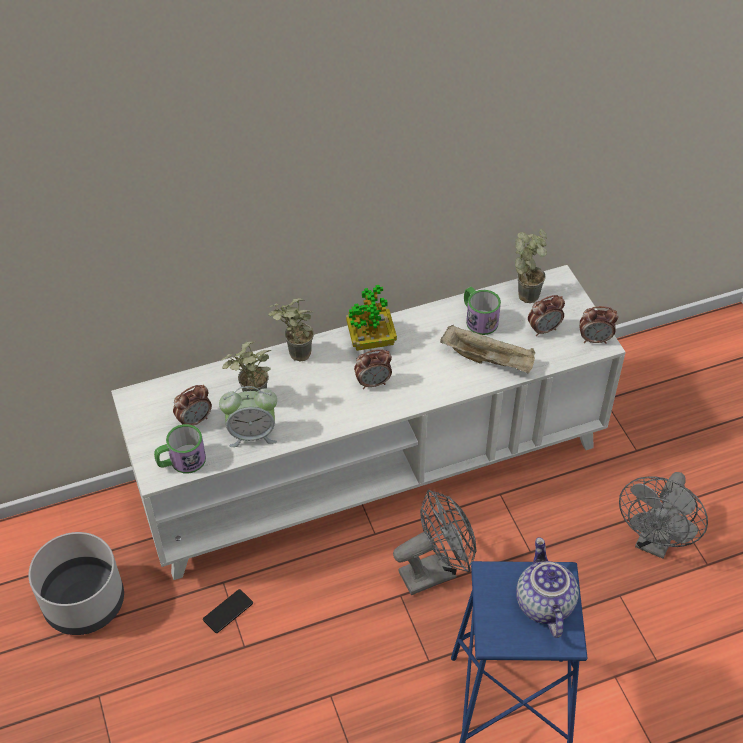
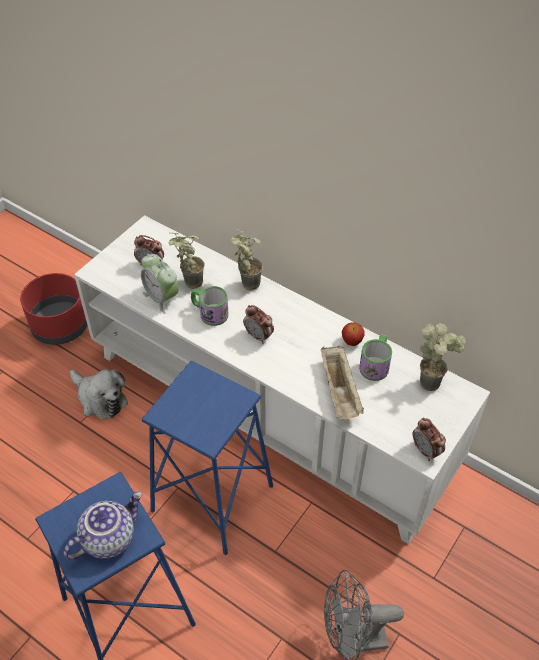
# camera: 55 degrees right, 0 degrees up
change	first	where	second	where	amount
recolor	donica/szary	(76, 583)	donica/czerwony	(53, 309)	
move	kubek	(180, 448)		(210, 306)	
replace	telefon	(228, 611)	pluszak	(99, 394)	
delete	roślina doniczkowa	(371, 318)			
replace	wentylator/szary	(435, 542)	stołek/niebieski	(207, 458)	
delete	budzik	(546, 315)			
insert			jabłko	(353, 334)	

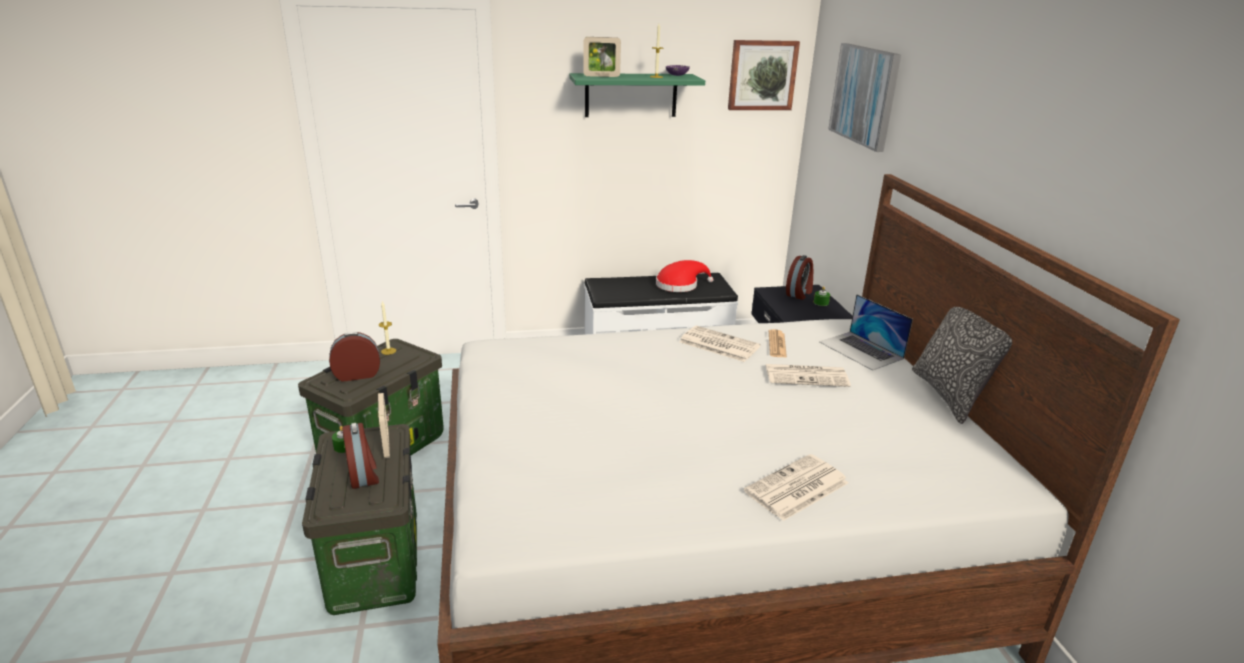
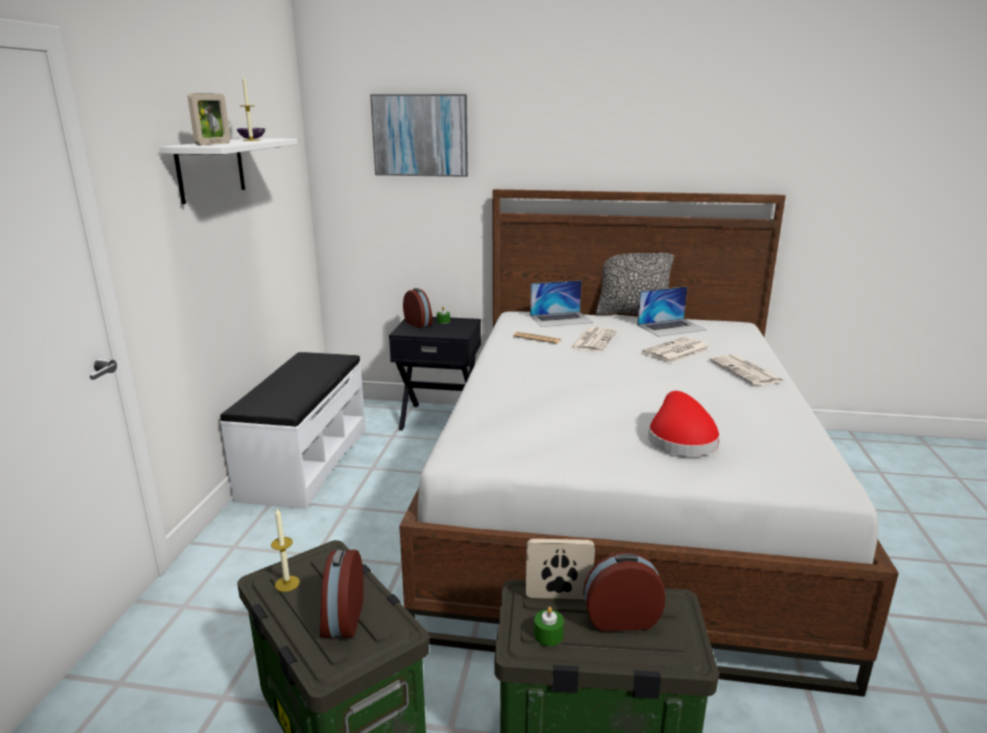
# camera: 70 degrees left, 5 degrees down
change	first	where	second	where	amount
recolor	półka/zielony	(637, 95)	półka/biały	(228, 171)	
move	kapelusz/czerwony	(685, 276)		(684, 423)	
move	gazeta	(720, 344)		(676, 350)	
delete	obraz	(764, 75)			
insert			laptop	(671, 311)	

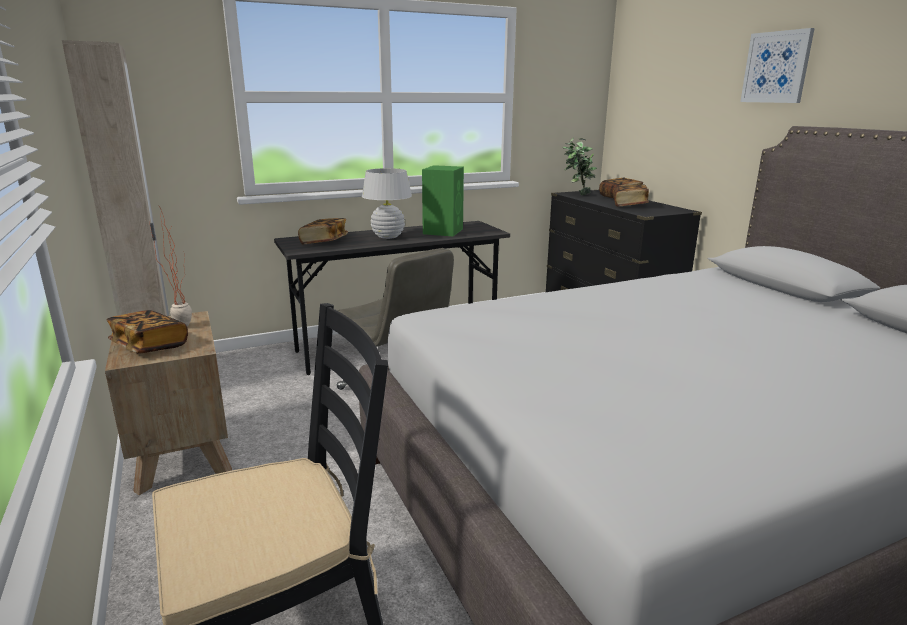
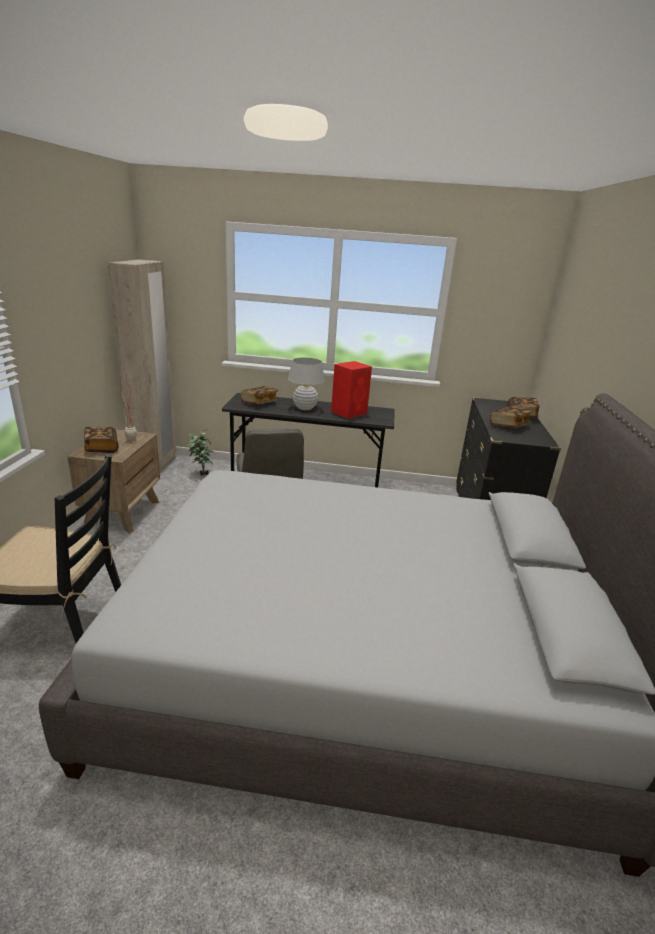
# camera: 30 degrees right, 5 degrees up
change	first	where	second	where	amount
recolor	głośnik/zielony	(443, 200)	głośnik/czerwony	(351, 390)	
move	roślina doniczkowa	(580, 166)		(200, 452)	
delete	obraz	(777, 65)			

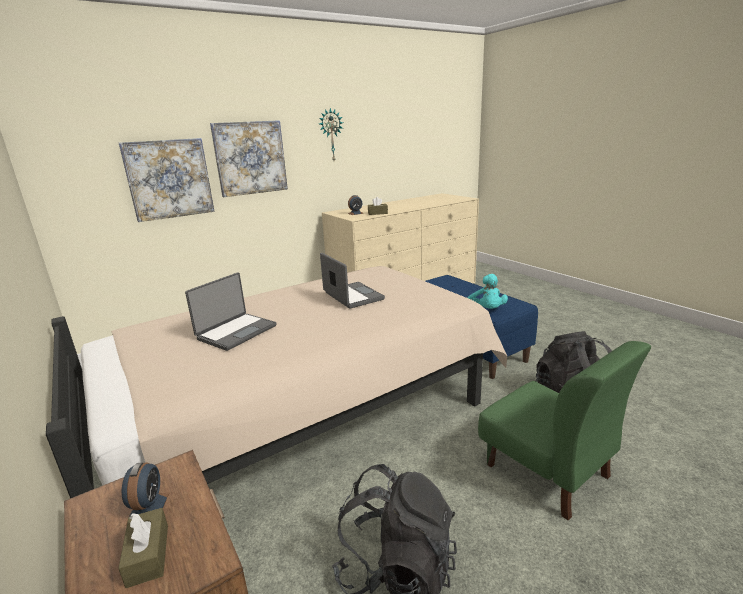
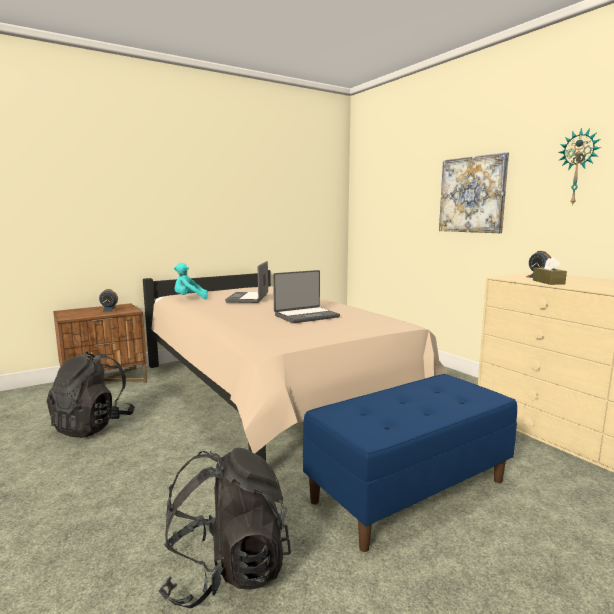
# camera: 90 degrees right, 10 degrees down
change	first	where	second	where	amount
delete	pudełko chusteczek/brązowy	(143, 548)			
delete	obraz	(166, 180)			
rotate	laptop	(231, 312)		(246, 282)	60 degrees clockwise
move	pluszak/turkusowy	(487, 291)		(191, 281)	
delete	krzesło/zielony	(564, 430)			

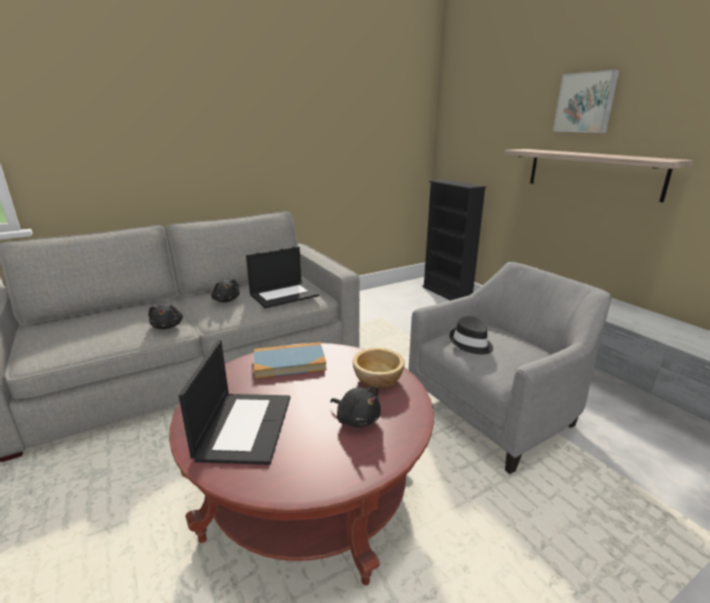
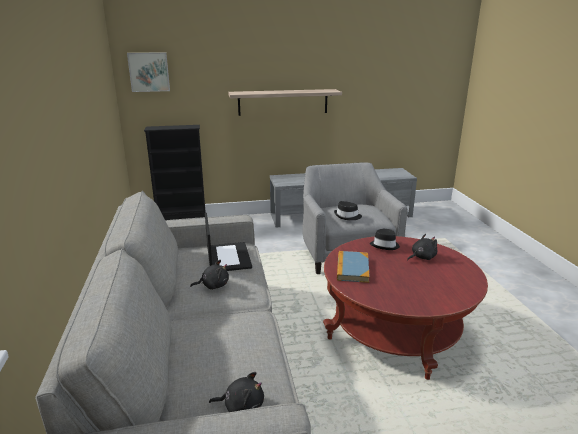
# camera: 70 degrees left, 0 degrees up
change	first	where	second	where	amount
move	pluszak/czarny	(165, 316)		(236, 392)	
delete	laptop	(234, 402)			
replace	miska	(379, 368)	kapelusz/czarny	(385, 239)	
move	obraz	(586, 101)		(148, 72)	

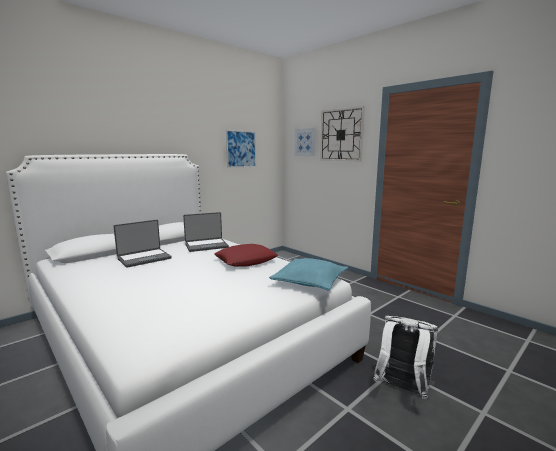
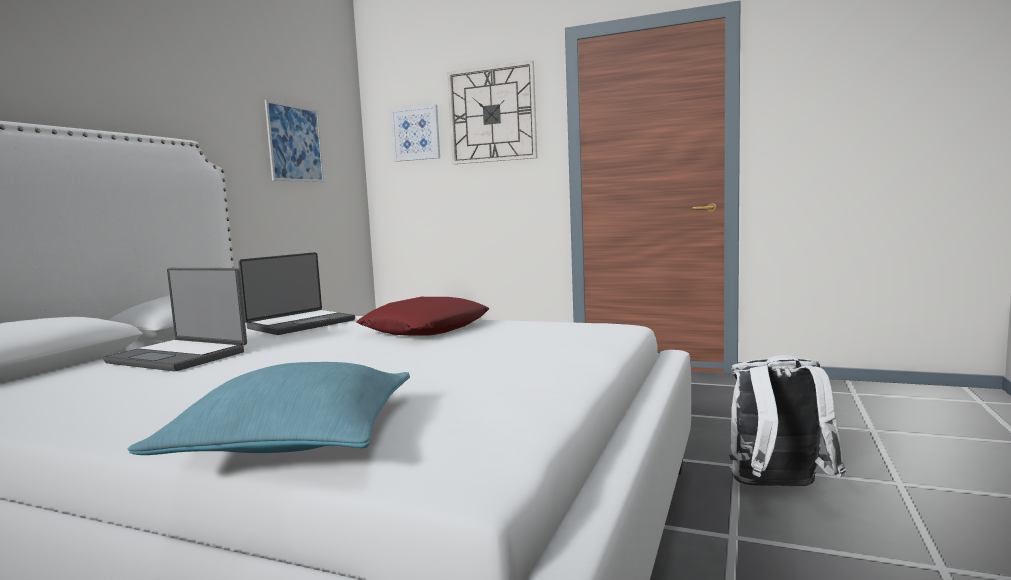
# camera: 25 degrees left, 5 degrees down
change	first	where	second	where	amount
rotate	laptop	(143, 244)		(175, 319)	90 degrees clockwise
move	poduszka/turkusowy	(308, 274)		(269, 408)	

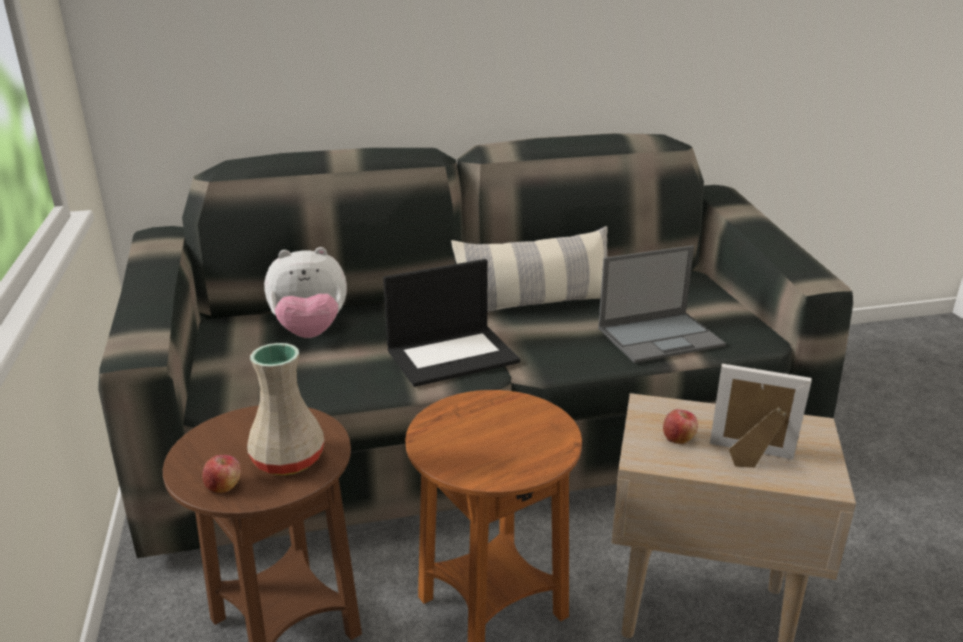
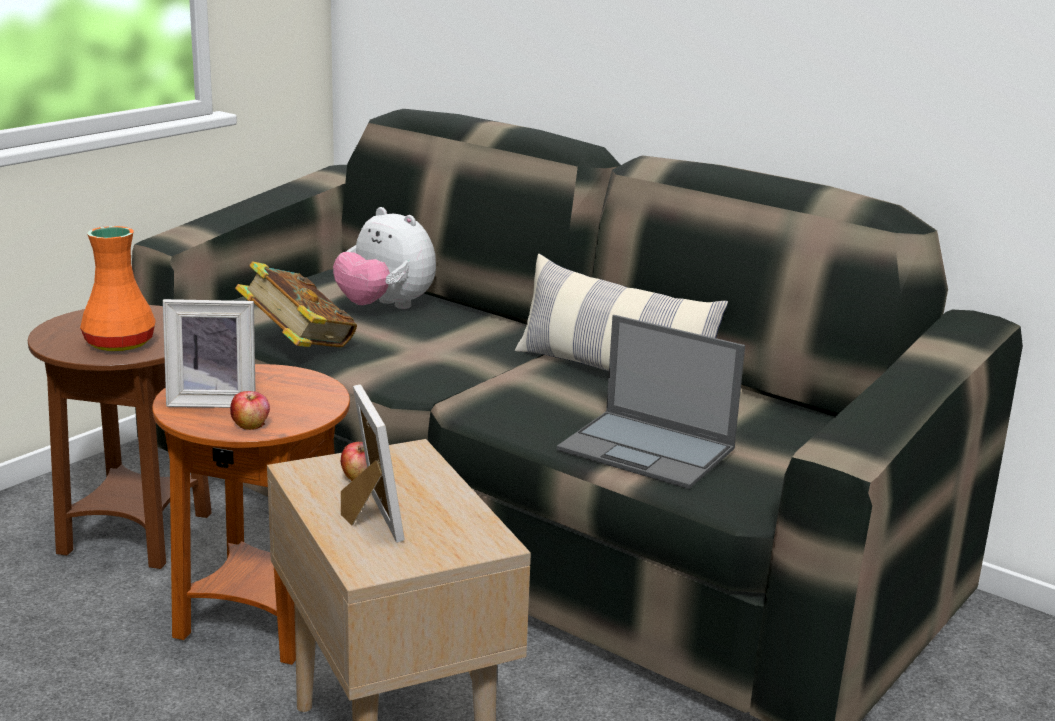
# camera: 50 degrees right, 5 degrees down
change	first	where	second	where	amount
move	jabłko	(221, 474)		(250, 410)	
recolor	wazon/beżowy	(286, 409)	wazon/pomarańczowy	(118, 288)	
delete	laptop	(451, 323)			
insert			ramka na zdjęcie	(209, 353)	
insert			książka	(296, 304)	

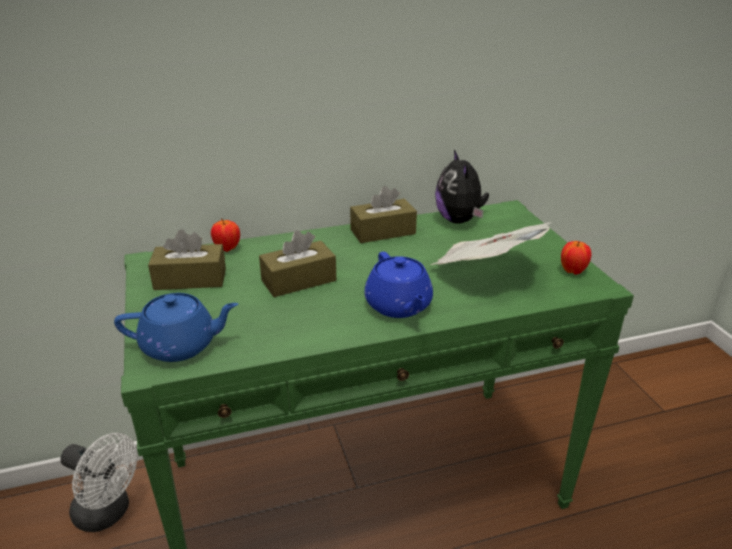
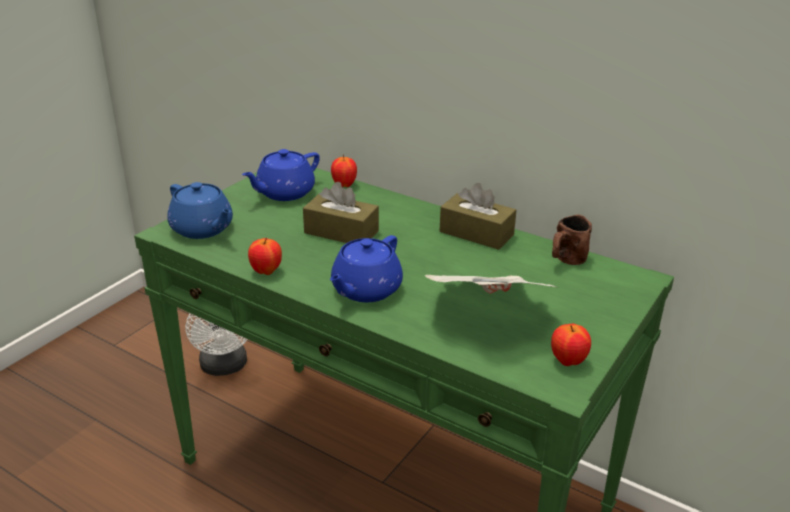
# camera: 50 degrees right, 0 degrees up
change	first	where	second	where	amount
replace	pudełko chusteczek/brązowy	(187, 259)	imbryk/niebieski	(281, 175)	
replace	pluszak	(462, 187)	kubek/brązowy	(572, 240)	
insert			jabłko	(265, 256)	

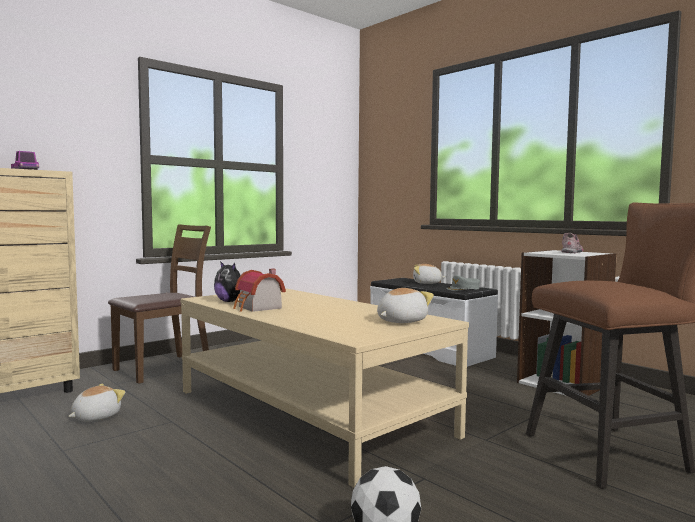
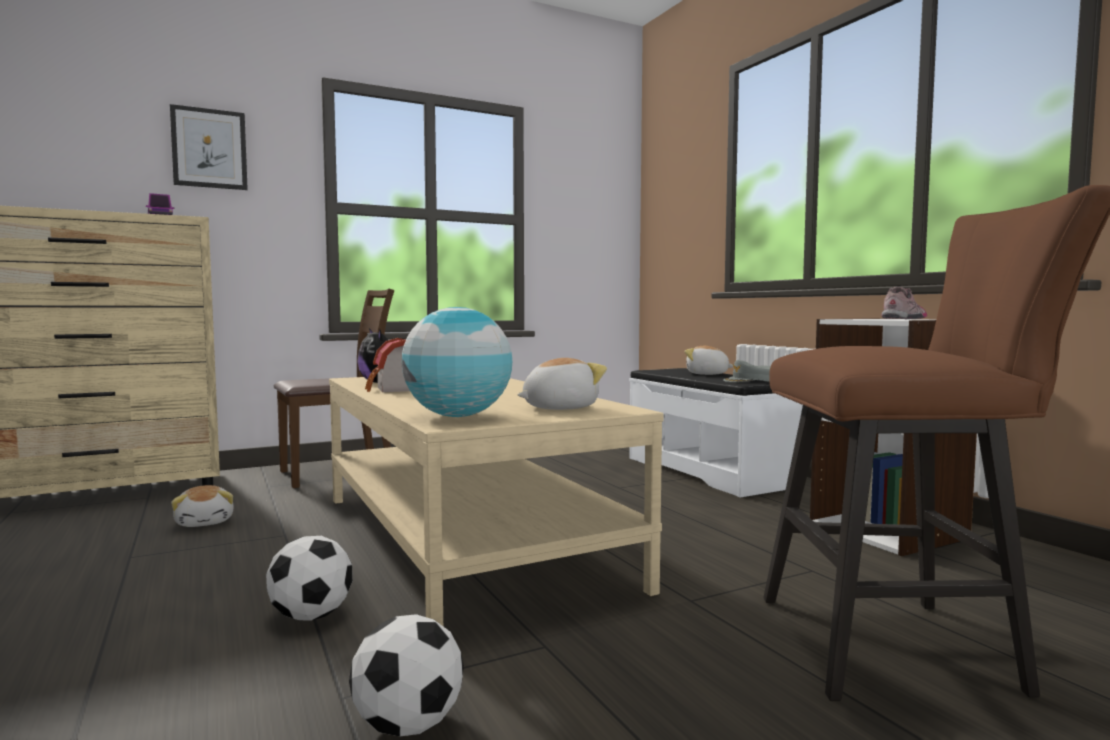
# camera: 15 degrees right, 0 degrees up
change	first	where	second	where	amount
rotate	pluszak	(97, 402)		(202, 506)	105 degrees clockwise
insert			obraz	(209, 147)	
insert			piłka futbolowa	(309, 578)	
insert			globus	(456, 362)	

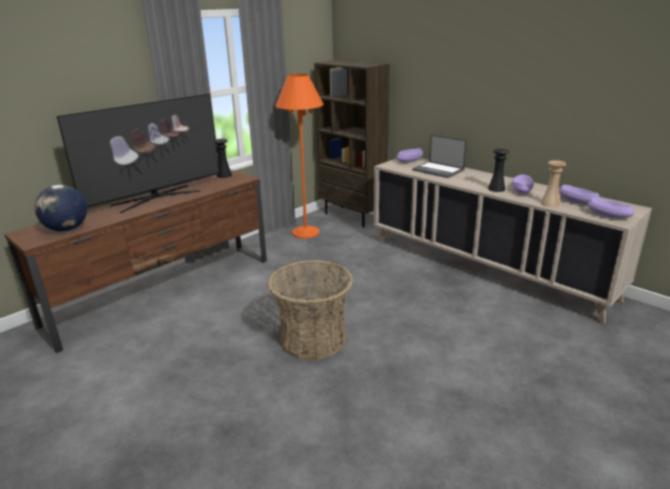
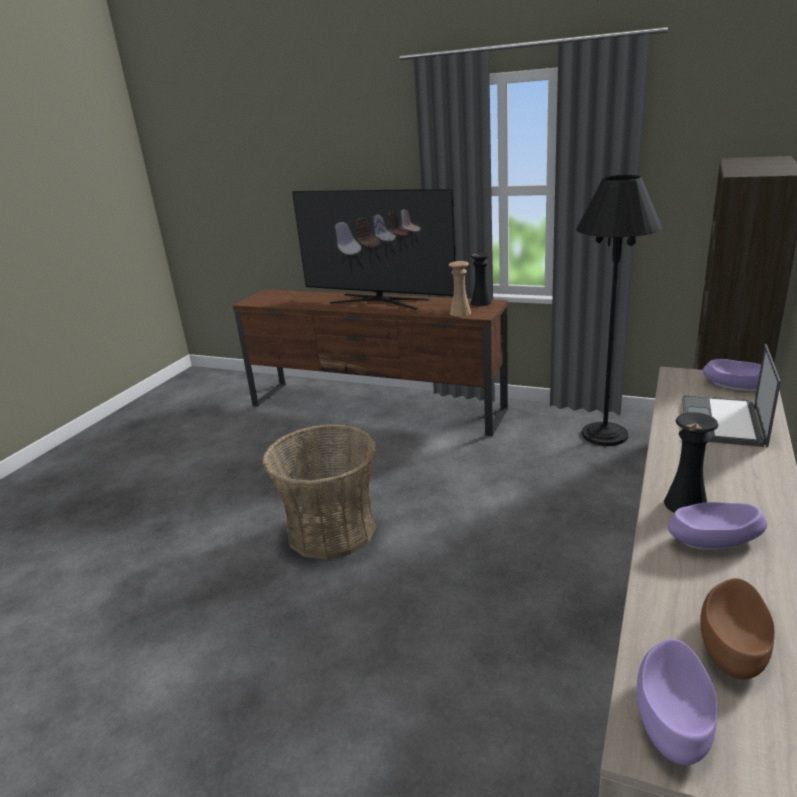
# camera: 70 degrees right, 0 degrees up
change	first	where	second	where	amount
delete	globus	(61, 208)			
recolor	lampa stojąca/pomarańczowy	(299, 156)	lampa stojąca/czarny	(619, 310)	
move	wazon/beżowy	(553, 183)		(460, 289)	
recolor	miska/fioletowy	(579, 195)	miska/brązowy	(737, 628)	

